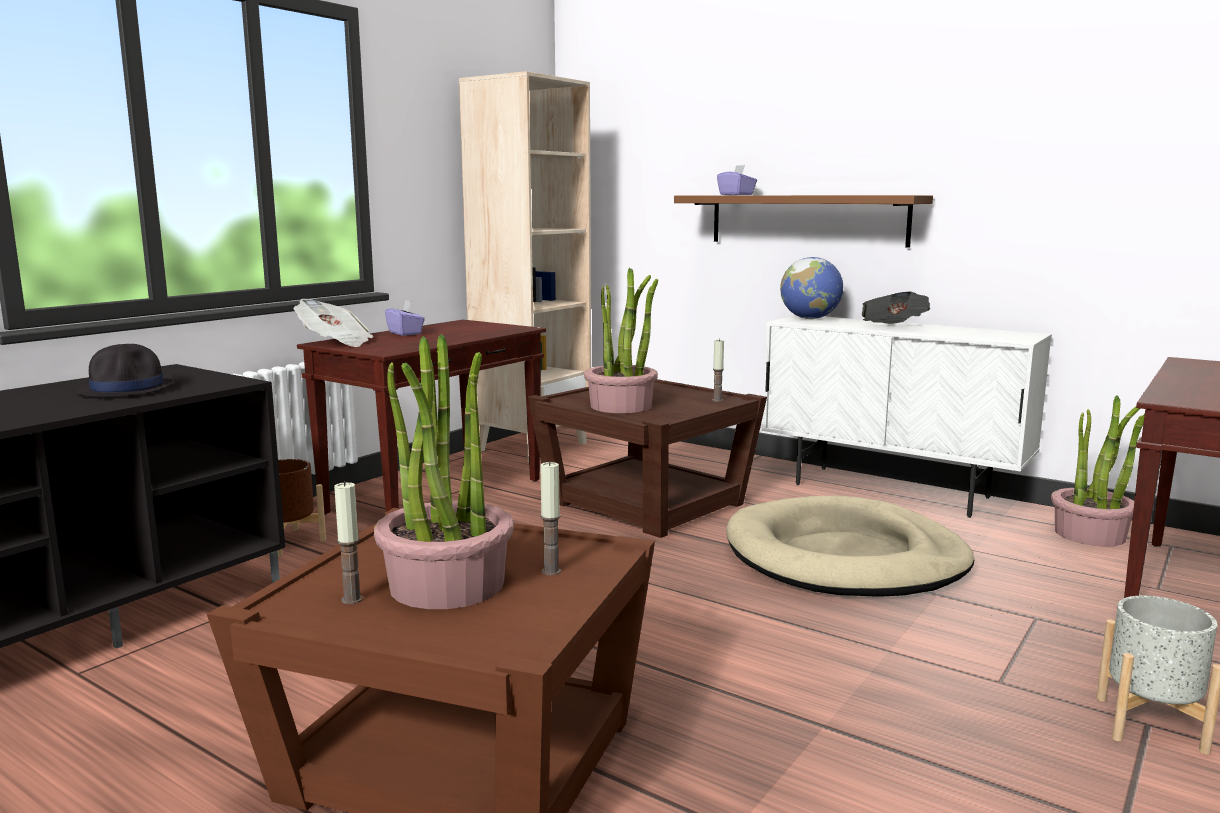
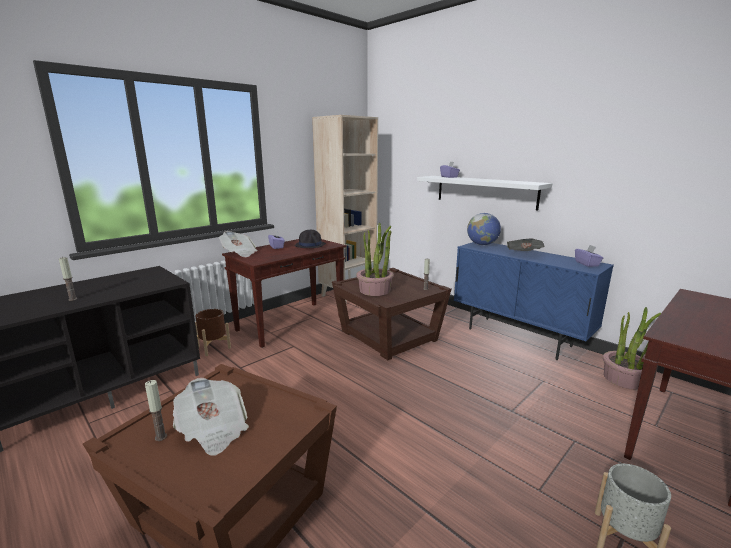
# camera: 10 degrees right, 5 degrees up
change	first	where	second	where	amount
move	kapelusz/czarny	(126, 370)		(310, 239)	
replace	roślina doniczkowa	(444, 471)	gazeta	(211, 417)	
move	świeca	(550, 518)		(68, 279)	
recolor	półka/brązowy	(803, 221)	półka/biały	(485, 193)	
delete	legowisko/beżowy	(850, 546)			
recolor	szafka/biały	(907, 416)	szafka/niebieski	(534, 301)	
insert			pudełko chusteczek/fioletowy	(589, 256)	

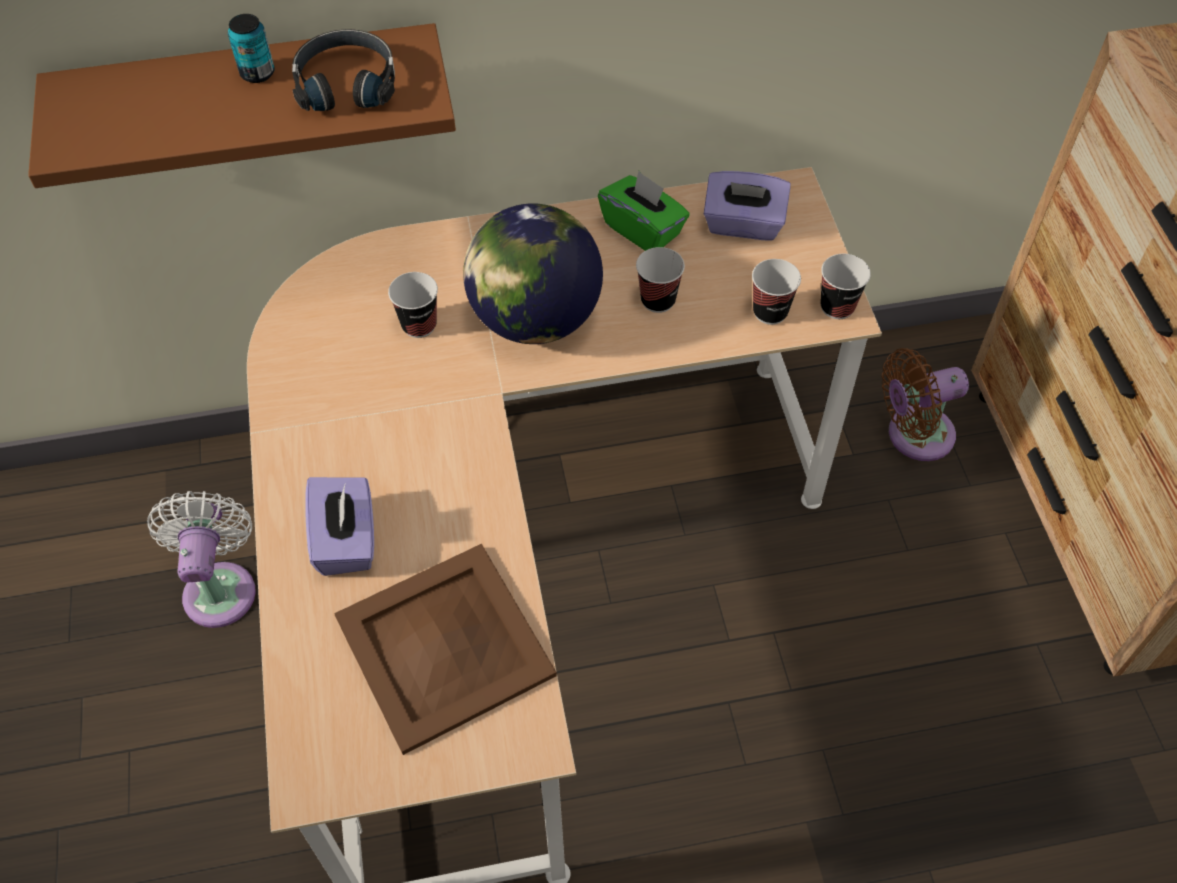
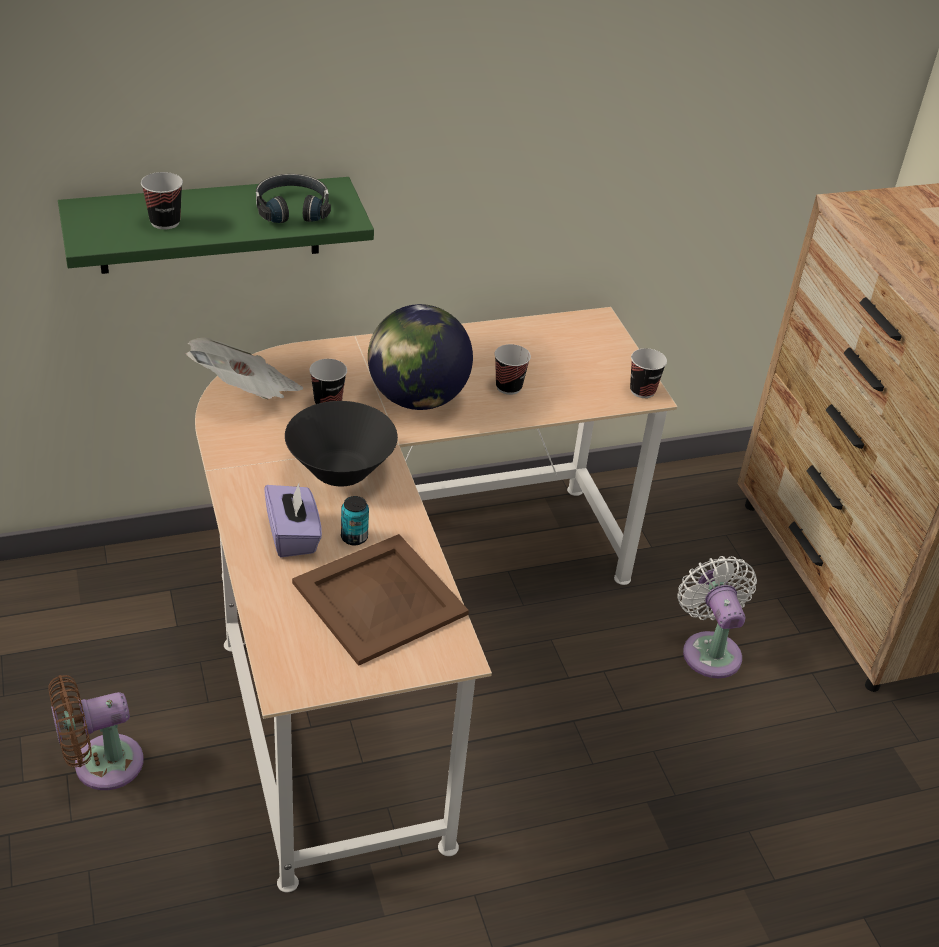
# camera: 10 degrees left, 15 degrees down
change	first	where	second	where	amount
recolor	półka/brązowy	(242, 105)	półka/zielony	(216, 225)	
move	wentylator/biały	(201, 559)		(717, 617)	
move	puszka	(251, 48)		(355, 520)	
delete	pudełko chusteczek/zielony	(644, 211)			
delete	pudełko chusteczek/fioletowy	(747, 206)			
move	filiżanka	(776, 292)		(162, 201)	
move	wentylator/brązowy	(925, 404)		(96, 732)	
insert			gazeta	(244, 368)	
insert			miska/czarny	(341, 444)	

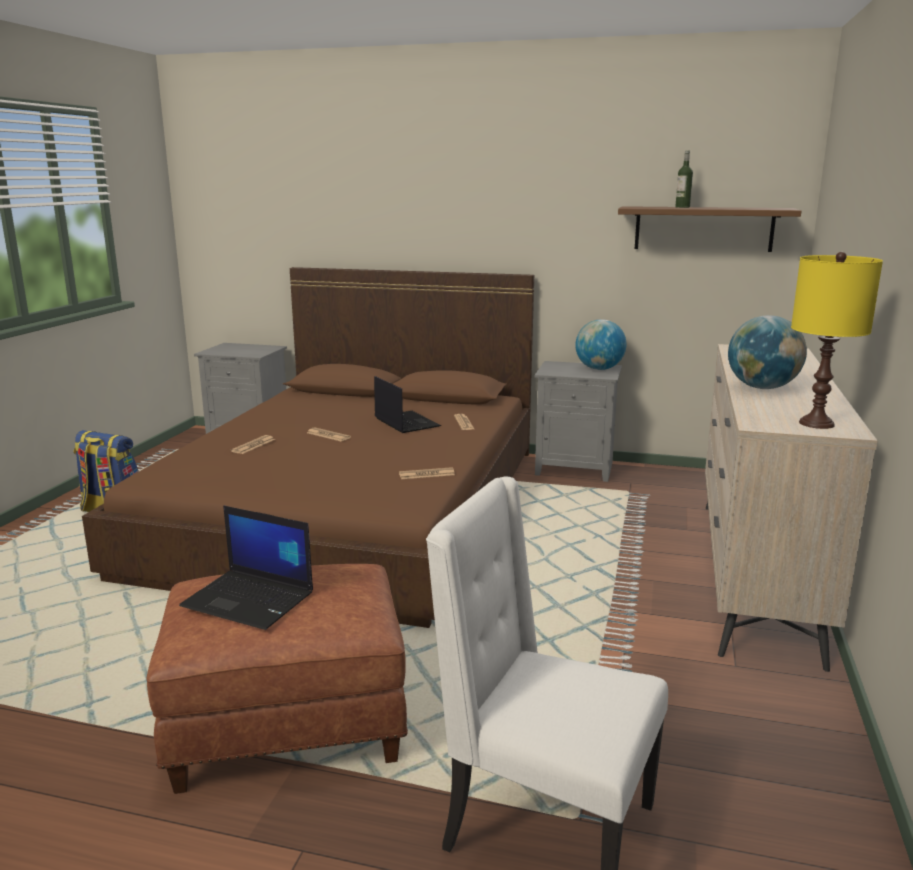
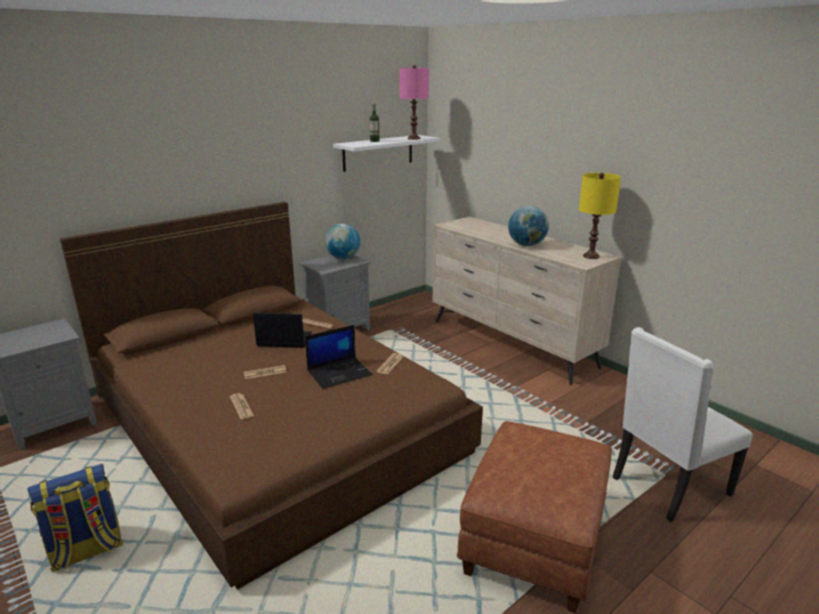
# camera: 55 degrees left, 5 degrees up
change	first	where	second	where	amount
move	laptop	(246, 568)		(338, 357)	
recolor	półka/brązowy	(709, 229)	półka/biały	(386, 153)	
insert			lampa stołowa/różowy	(414, 102)	

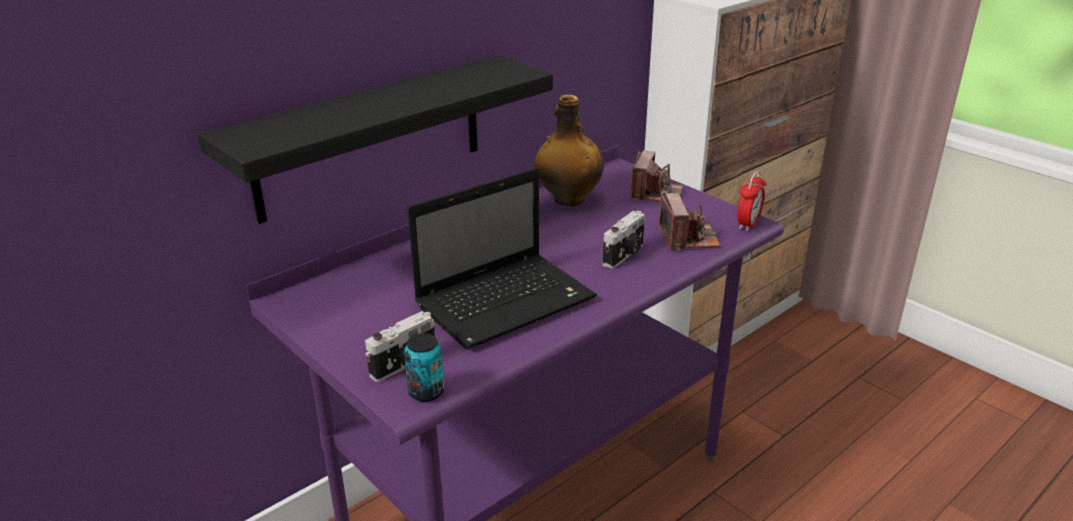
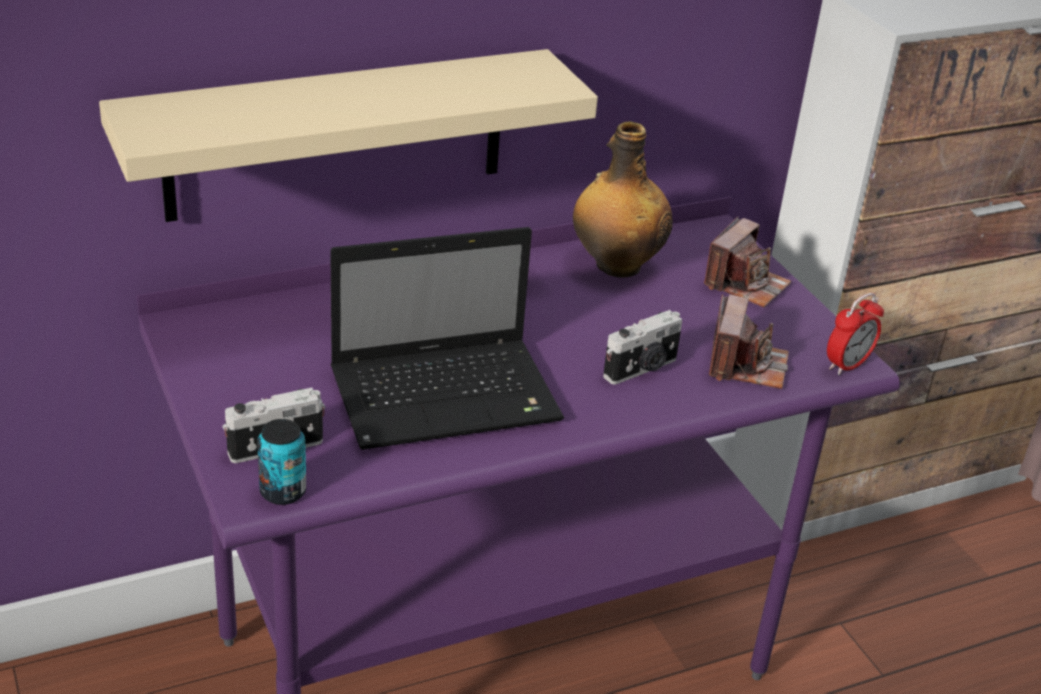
# camera: 15 degrees right, 5 degrees up
change	first	where	second	where	amount
recolor	półka/czarny	(375, 140)	półka/beżowy	(348, 135)	

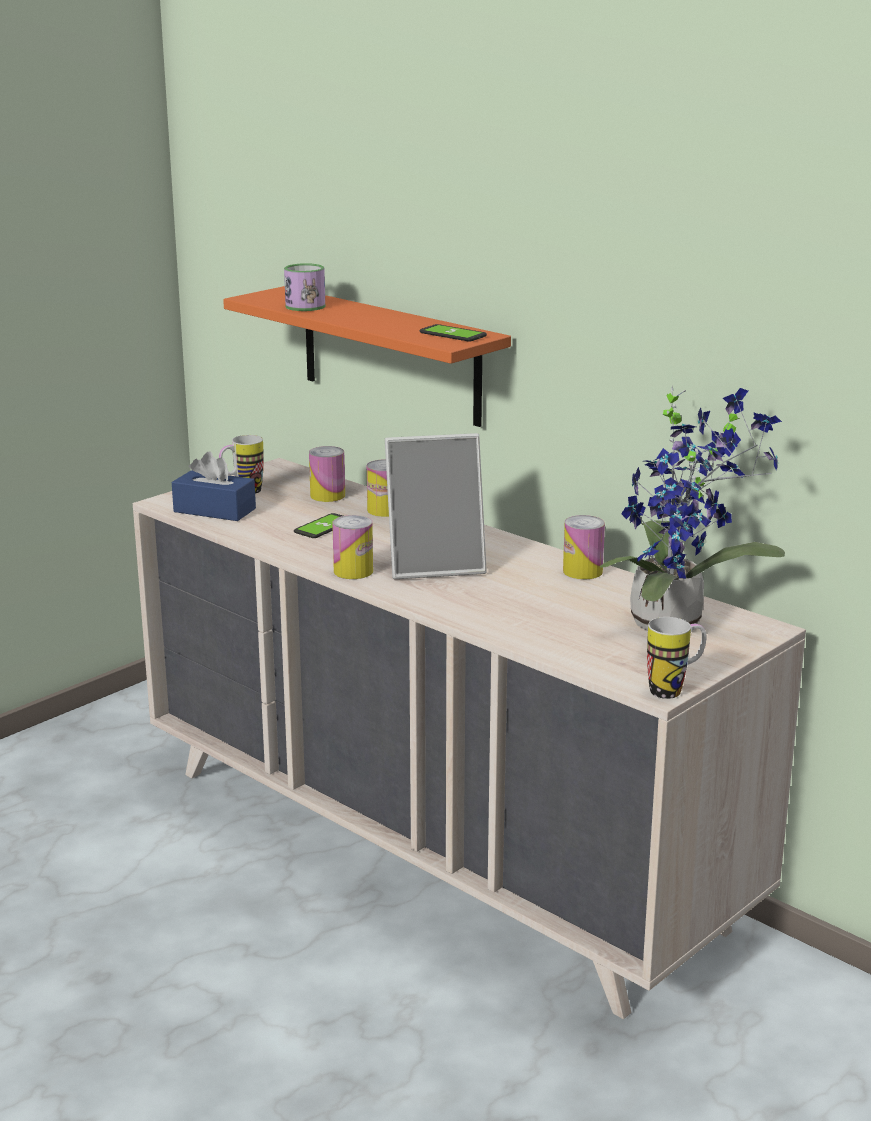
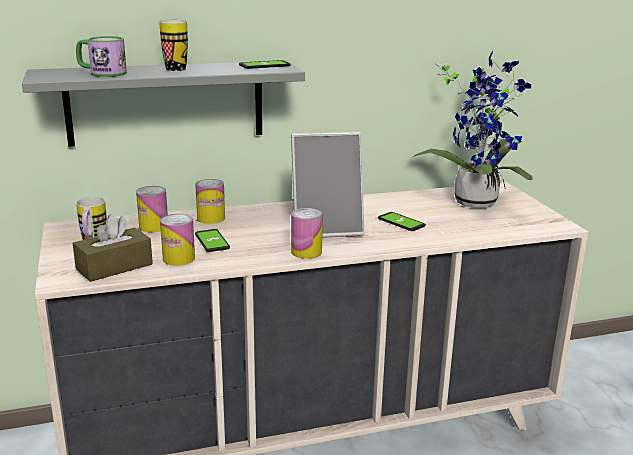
# camera: 60 degrees left, 0 degrees up
change	first	where	second	where	amount
recolor	pudełko chusteczek/niebieski	(214, 486)	pudełko chusteczek/brązowy	(113, 248)	
recolor	półka/pomarańczowy	(367, 356)	półka/szary	(163, 104)	
rotate	ramka na zdjęcie	(436, 506)		(328, 185)	60 degrees clockwise
move	puszka	(584, 547)		(177, 240)	
move	kubek	(676, 658)		(173, 45)	
insert			telefon	(402, 221)	

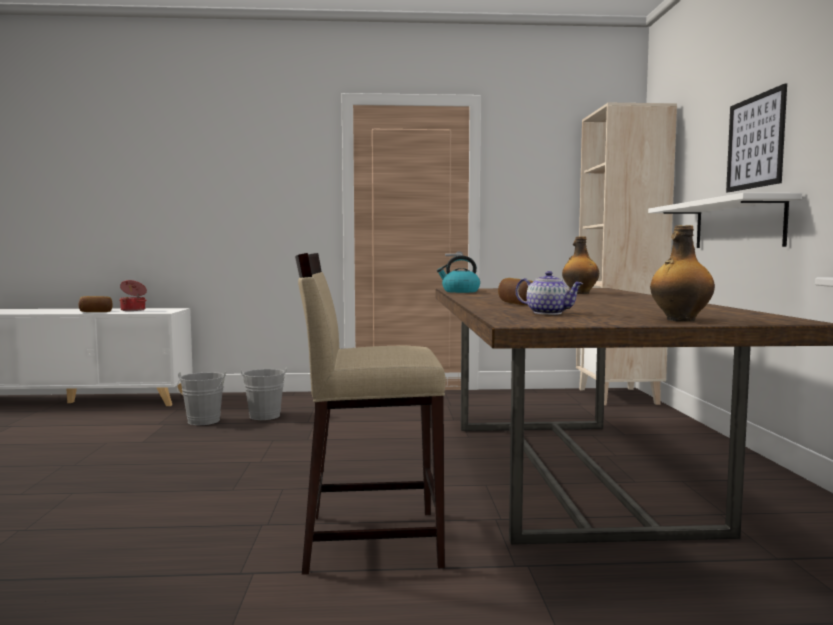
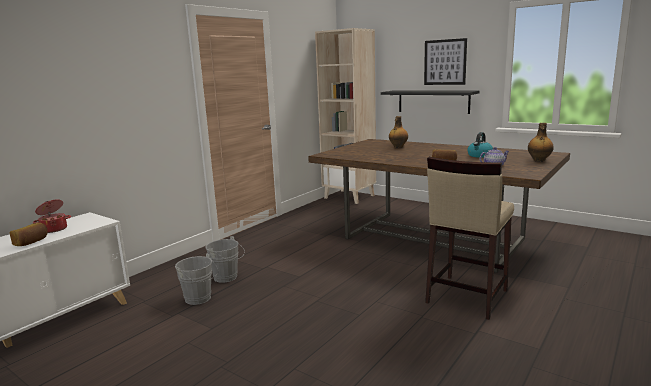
# camera: 50 degrees left, 10 degrees up
change	first	where	second	where	amount
move	czajnik	(458, 274)		(480, 145)	
recolor	półka/biały	(725, 220)	półka/czarny	(430, 102)	

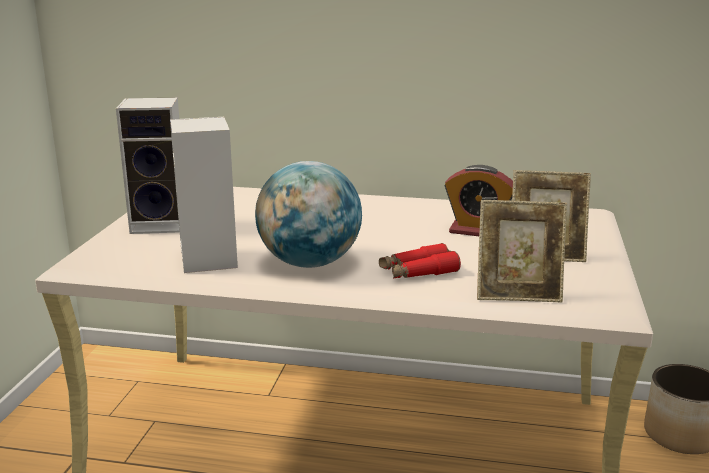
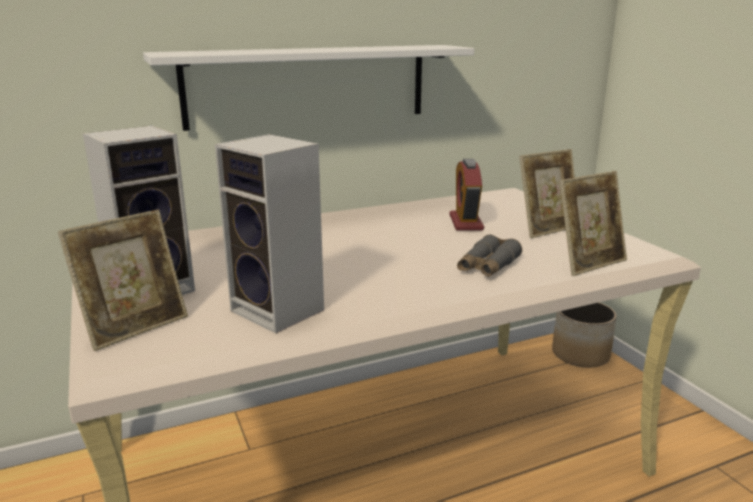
# camera: 35 degrees left, 0 degrees up
change	first	where	second	where	amount
delete	globus	(308, 214)			
recolor	lornetka/czerwony	(420, 260)	lornetka/szary	(489, 255)	
rotate	budzik	(478, 200)		(466, 195)	105 degrees clockwise
insert			ramka na zdjęcie	(123, 280)	
insert			półka/biały	(308, 88)	

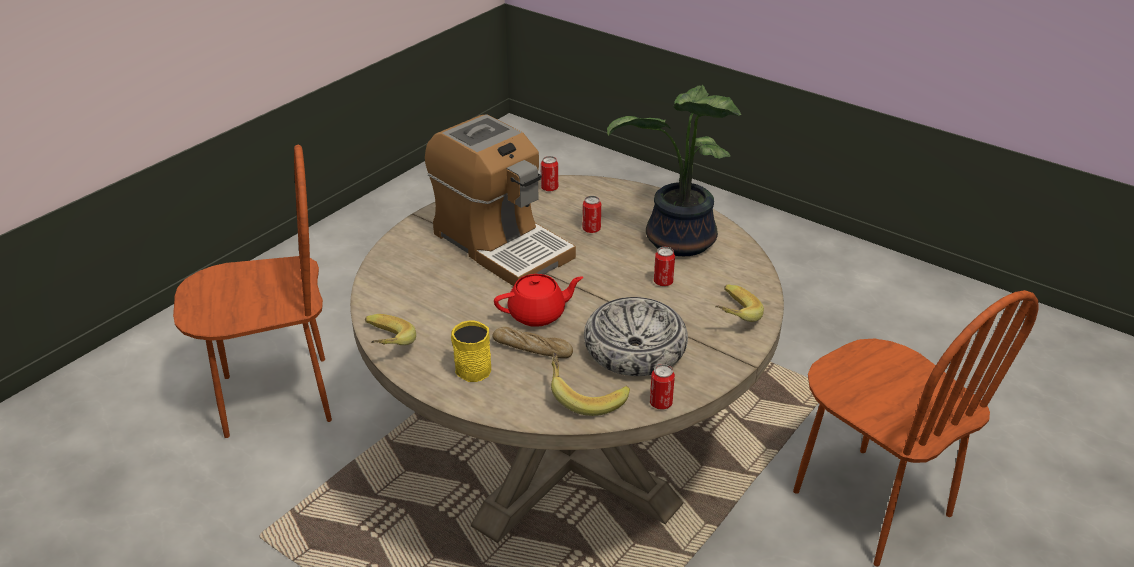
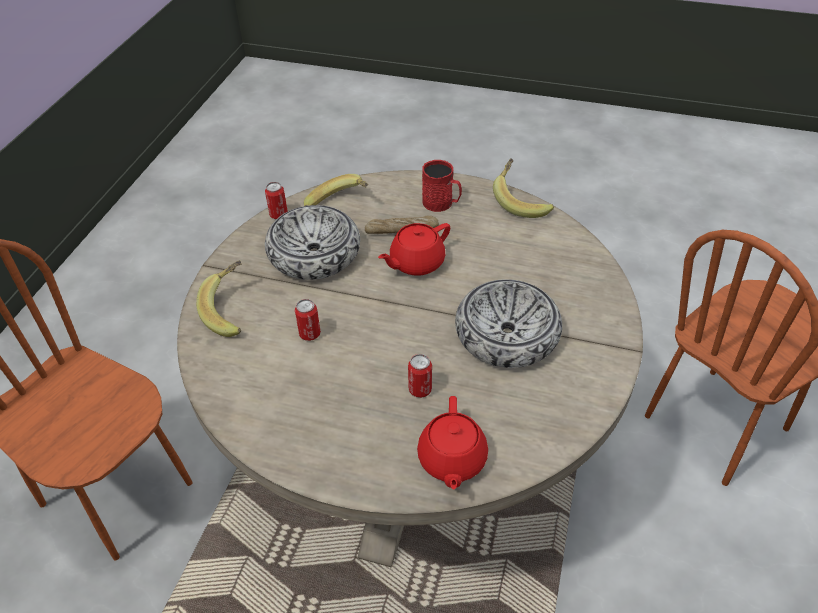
# camera: 160 degrees right, 10 degrees up
change	first	where	second	where	amount
replace	ekspres do kawy	(500, 200)	miska	(508, 323)	
recolor	kubek/żółty	(471, 351)	kubek/czerwony	(442, 186)	
delete	puszka	(549, 173)			
delete	roślina doniczkowa	(674, 170)			
insert			imbryk/czerwony	(452, 443)	

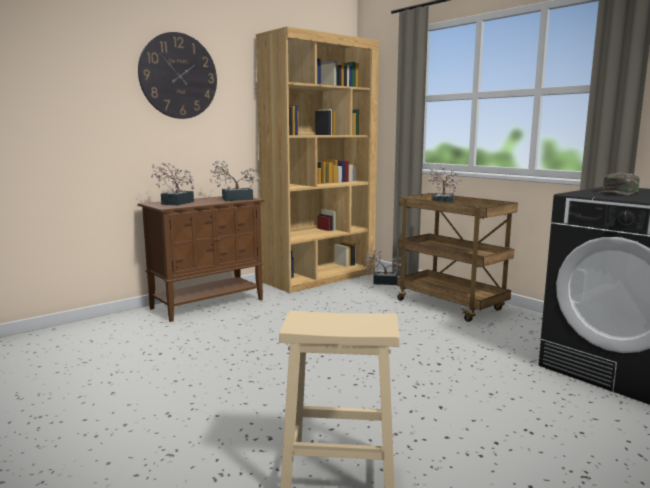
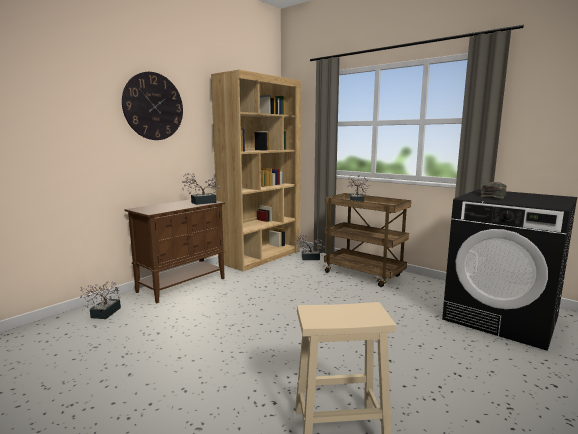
# camera: 10 degrees left, 0 degrees up
change	first	where	second	where	amount
move	roślina doniczkowa	(172, 183)		(100, 300)	

